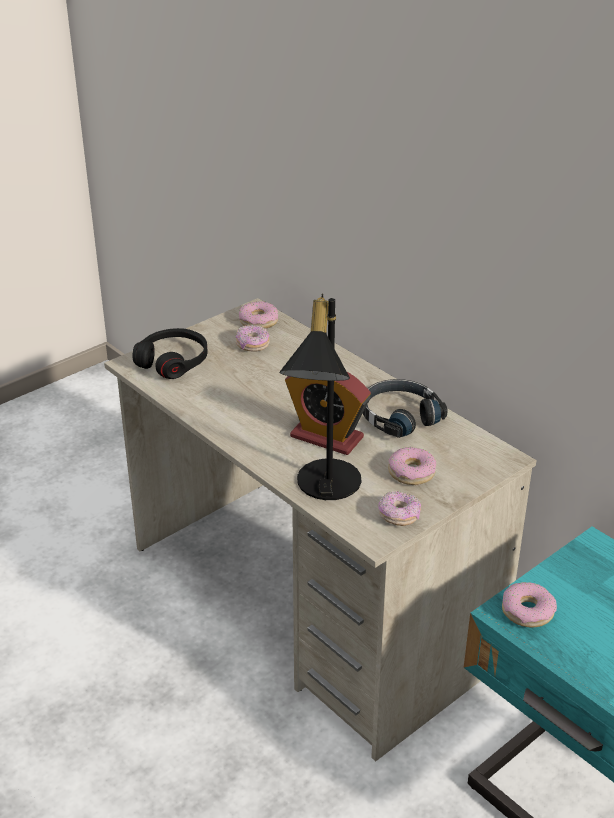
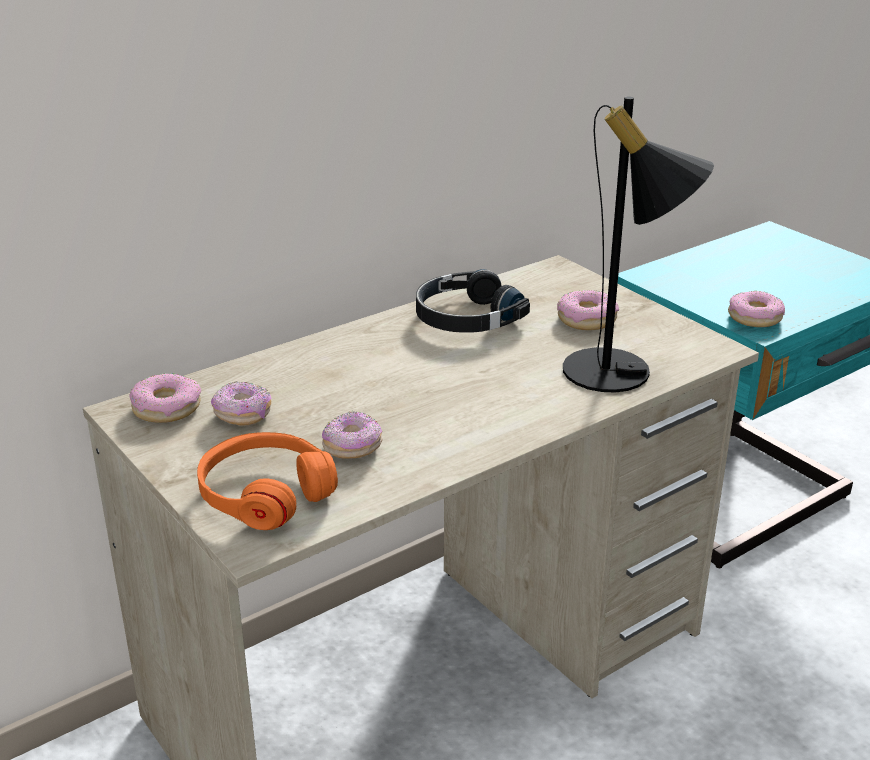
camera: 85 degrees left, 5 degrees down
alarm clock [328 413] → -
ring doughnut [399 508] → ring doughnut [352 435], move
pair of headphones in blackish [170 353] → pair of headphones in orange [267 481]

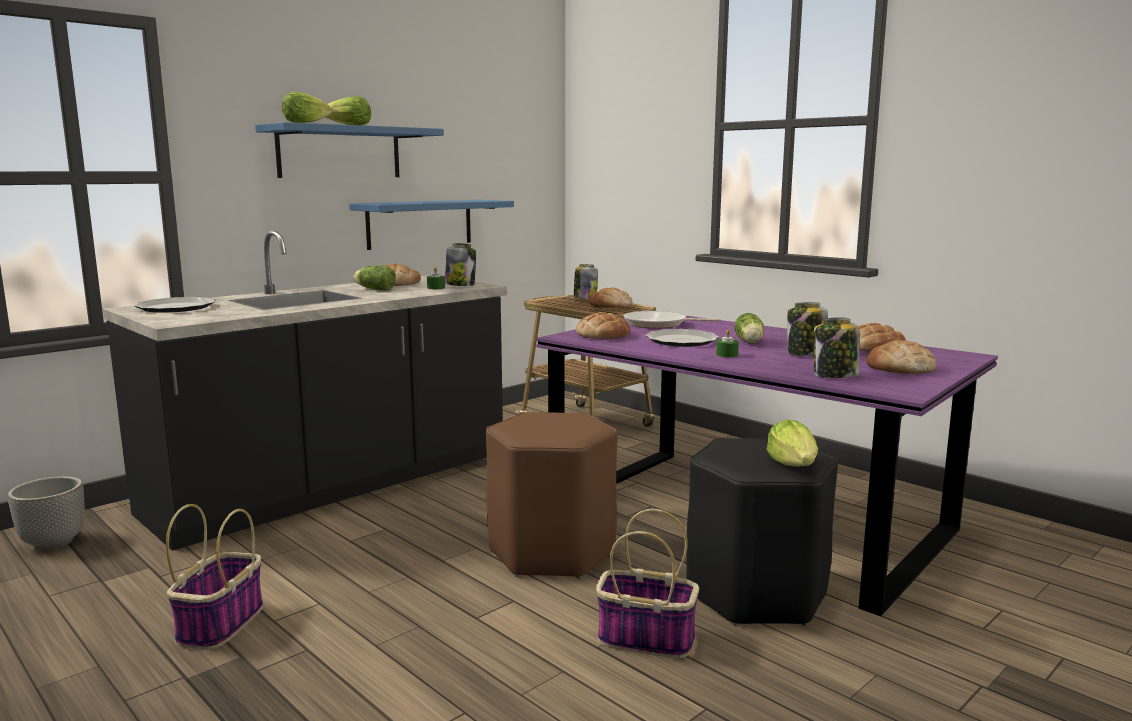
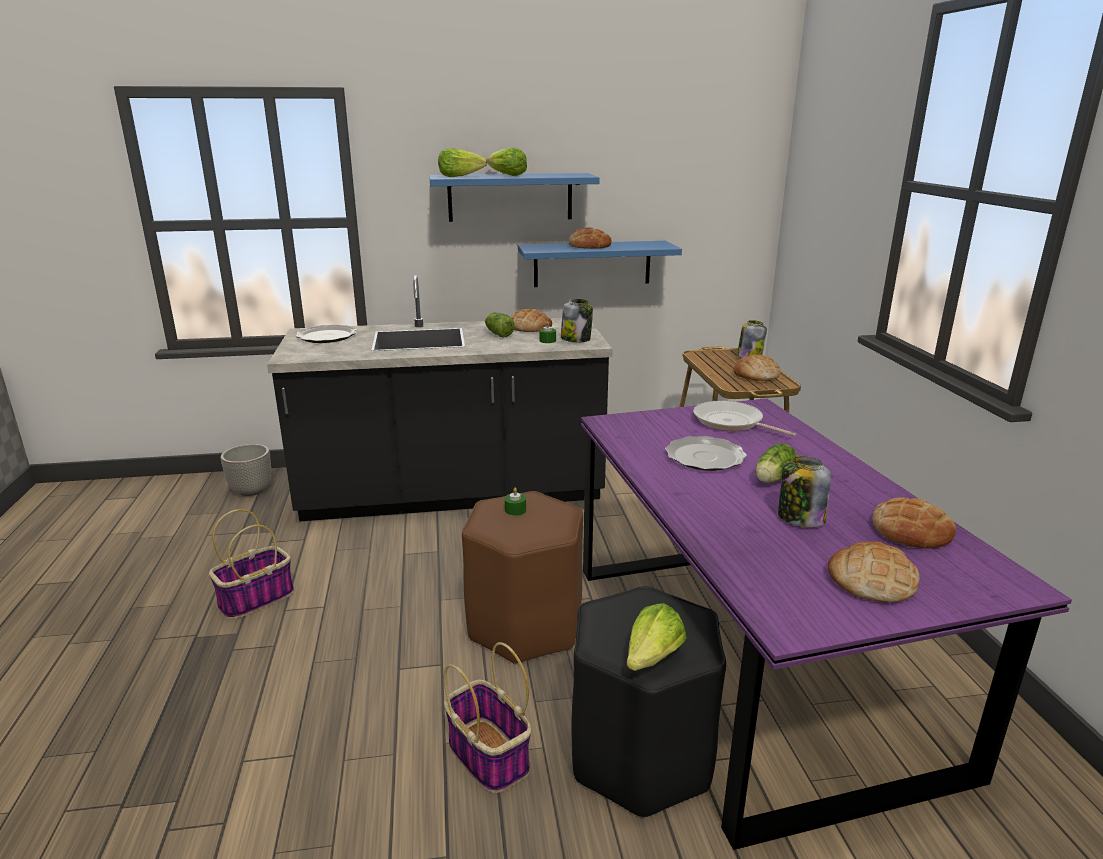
camera: 35 degrees right, 10 degrees up
storage jar [837 348] → -
bread [603 325] → bread [590 238], move
wax light in greenish [727 343] → wax light in greenish [515 502], move

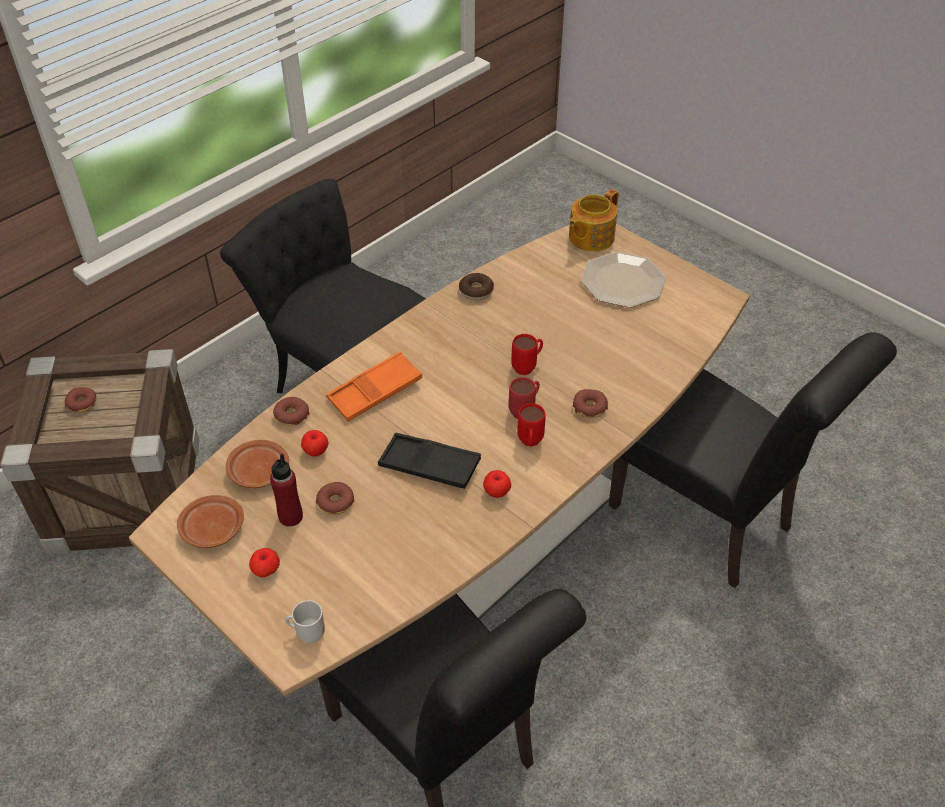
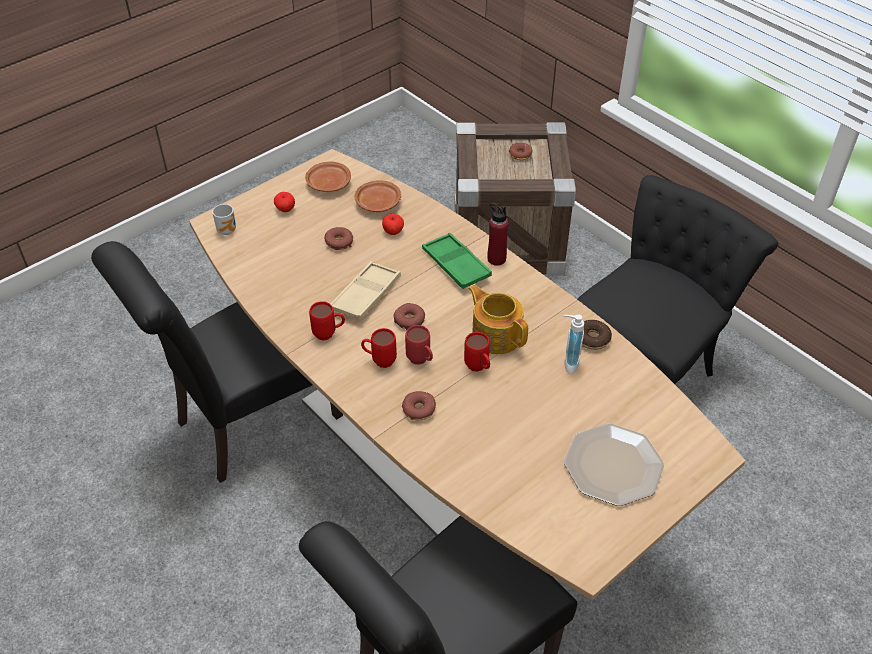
camera: 95 degrees right, 0 degrees up
- → liquid soap bottle [574 344]
bottle in red [286 490] → bottle in red [498 234], move
ring doughnut [291 411] → ring doughnut [409 316], move
pot for tea [594 220] → pot for tea [498 319], move
whole apple [497 484] → mug in red [327 320]
serving tray in orange [374 386] → serving tray in greenish [457 261]
serving tray in blackish [429 461] → serving tray in beige-coloured [365 290]

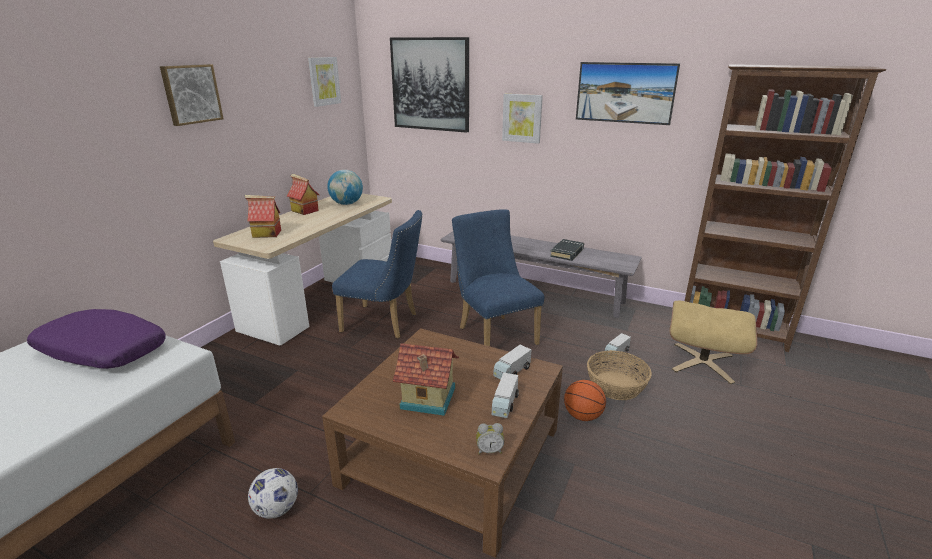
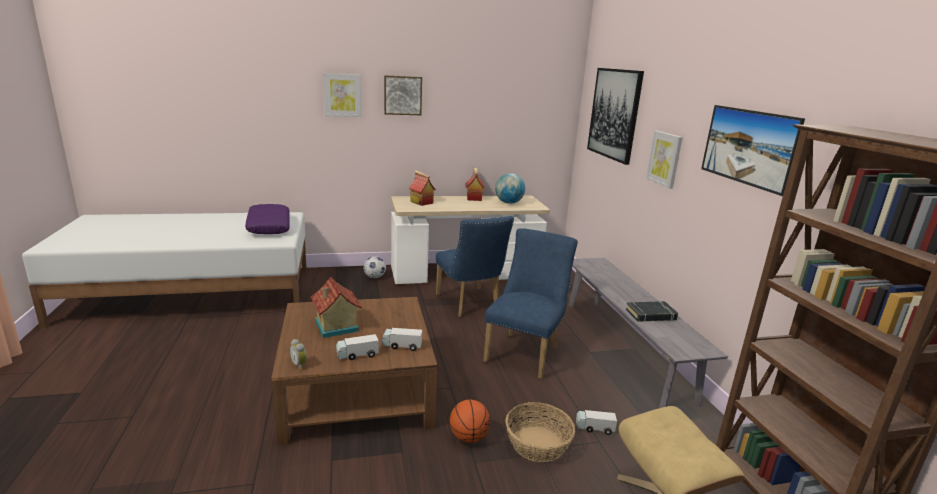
camera: 50 degrees right, 5 degrees down
football ball [273 493] → football ball [374 267], move
wall picture [324 82] → wall picture [342 95], move

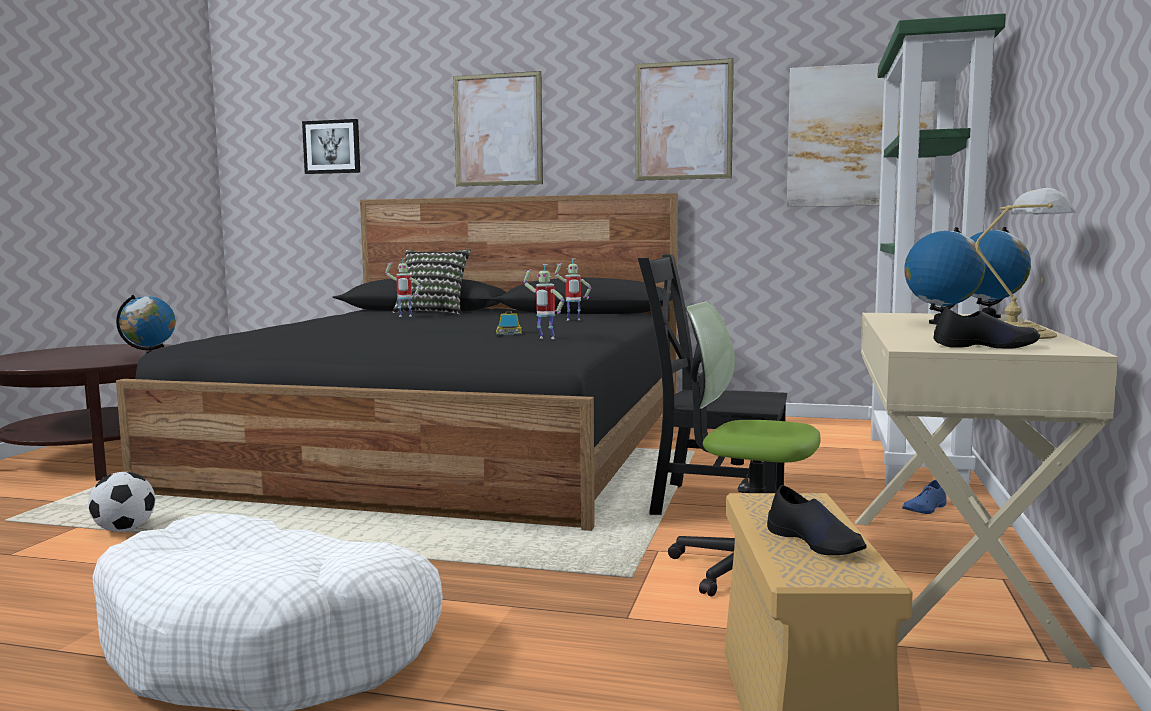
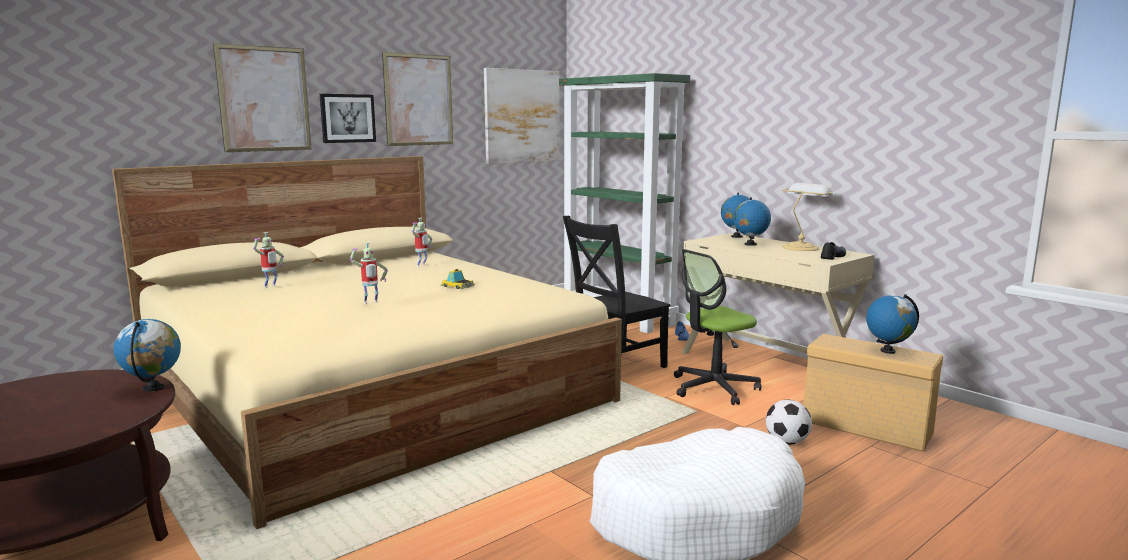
camera: 55 degrees left, 5 degrees up
cushion [432 282] → -
football ball [121 502] → football ball [789 422], move
wall picture [331 146] → wall picture [348 118], move
model robot [544 301] → model robot [369 273], move
item of footwear in blackish [816 520] → desk globe [892 324]
sleeping bed in blackish [397 362] → sleeping bed in beige-coloured [367 342]

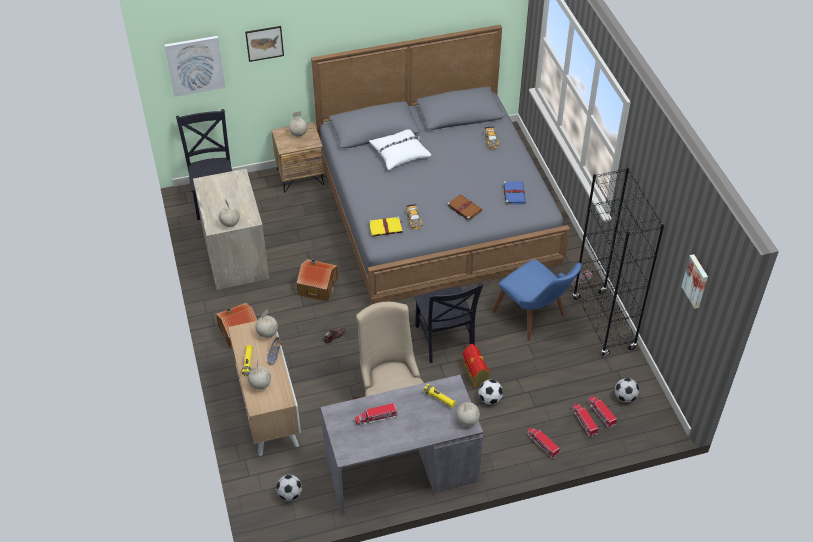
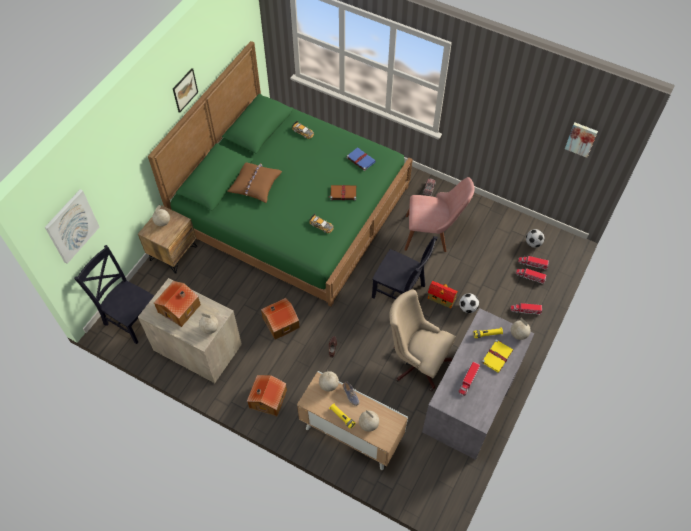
camera: 45 degrees left, 10 degrees up
football ball [289 488] → -
bookshelf in blackish [618 262] → -
- → model house [177 304]
wall picture [264 44] → wall picture [185 90], move
book in yellow-coloured [386 226] → book in yellow-coloured [497 356], move
sleeping bed in gray [440 164] → sleeping bed in greenish [280 174]
cushion in white [400 149] → cushion in brownish [255 182]
upright chair in blue-coloured [537 300] → upright chair in pinkish [439 214]

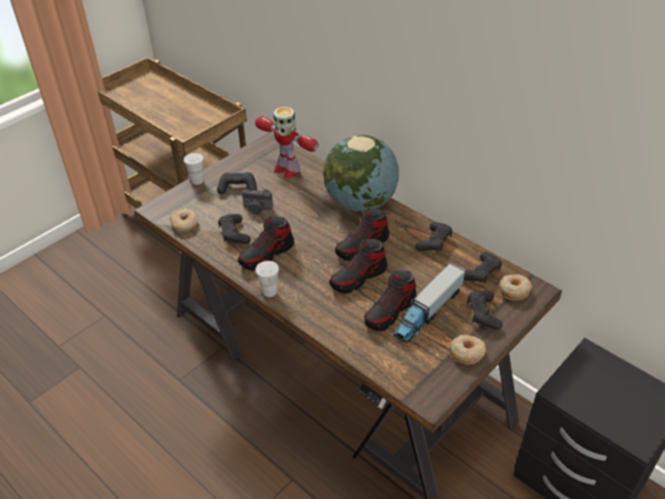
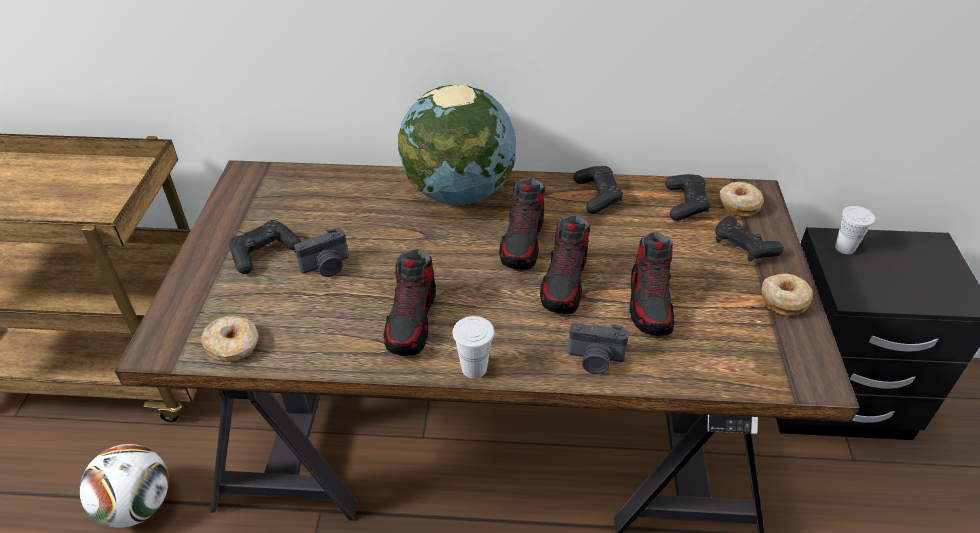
camera: 40 degrees left, 0 degrees up
gamepad in blackish [234 229] → -
model robot [287 142] → -
toy lorry [429 303] → -
- → football ball [124 486]
- → still camera [598 348]
drinking cup in white [194 169] → drinking cup in white [855 230], move

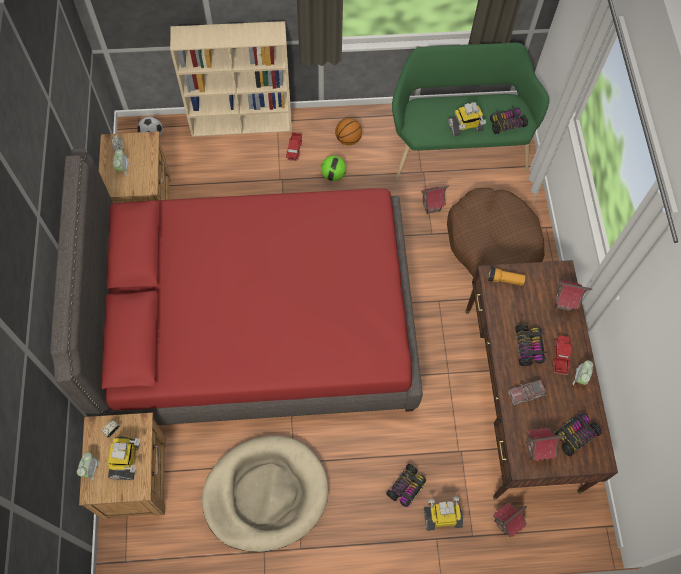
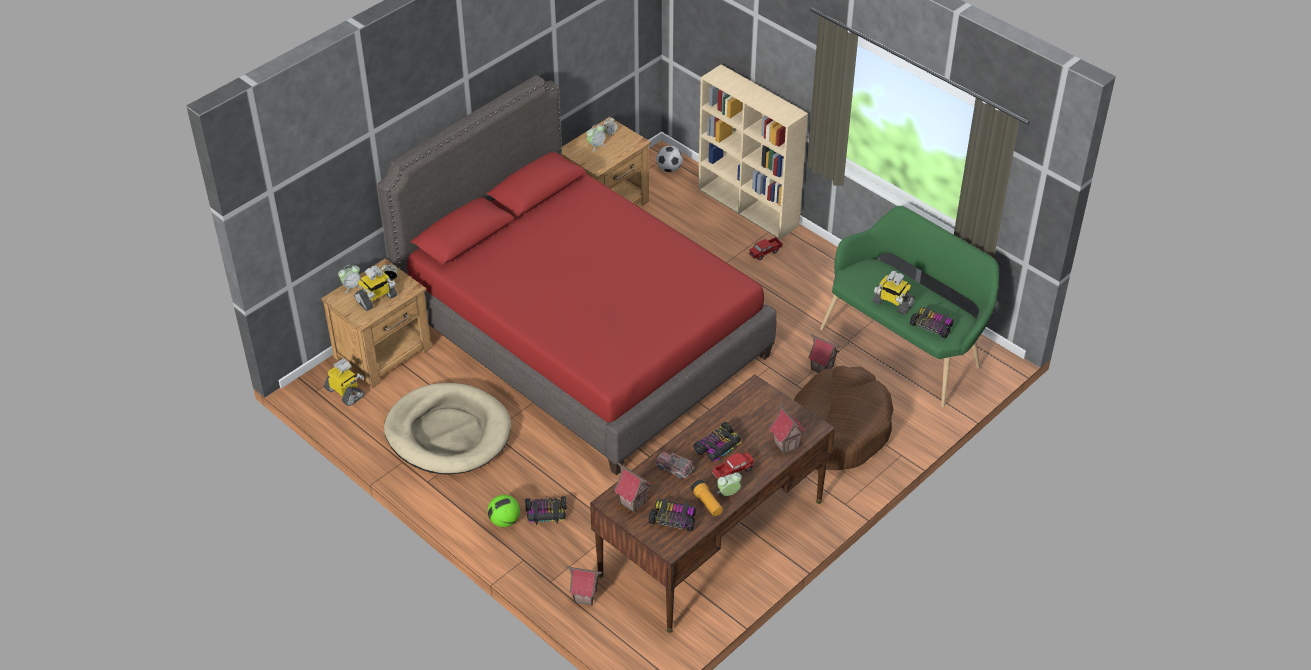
camera: 50 degrees right, 20 degrees down
basketball ball [348 131] → -
football ball [333 168] → football ball [504 511], move
model robot [443 514] → model robot [344 382], move
hand torch [507 276] → hand torch [707 498], move

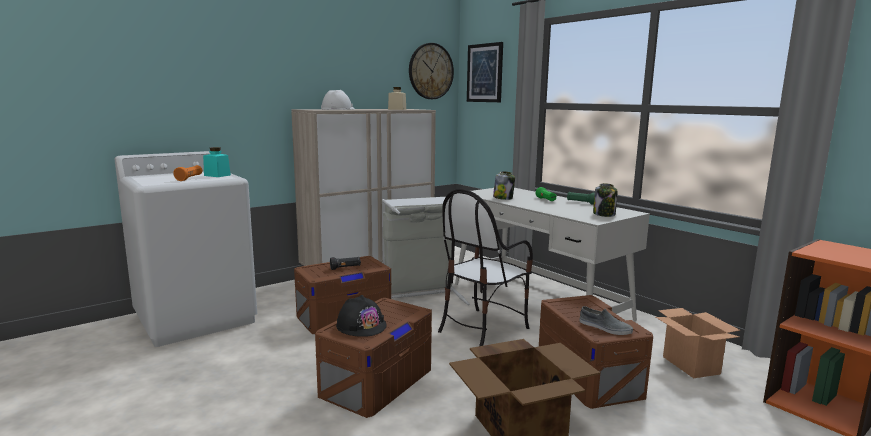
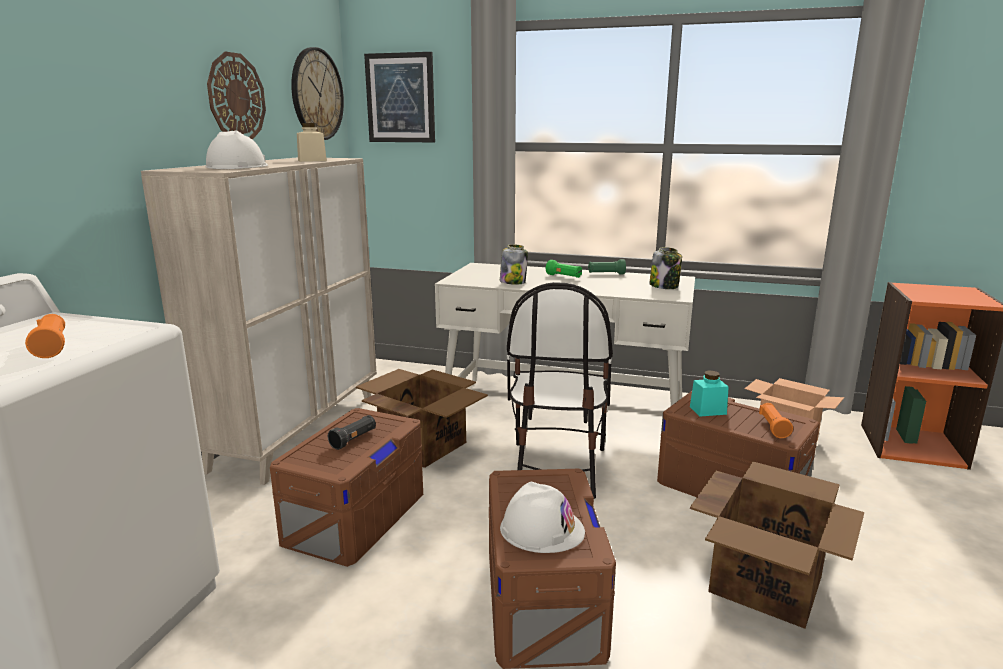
camera: 35 degrees left, 5 degrees up
- → wall clock [236 96]
storage jar in turquoise [217 162] → storage jar in turquoise [709 394], move
hamper in gray [425 251] → carton [422 418]
item of footwear in gray [606 320] → hand torch in orange [776 420]
hard hat in blackish [361 316] → hard hat in white [542 517]

